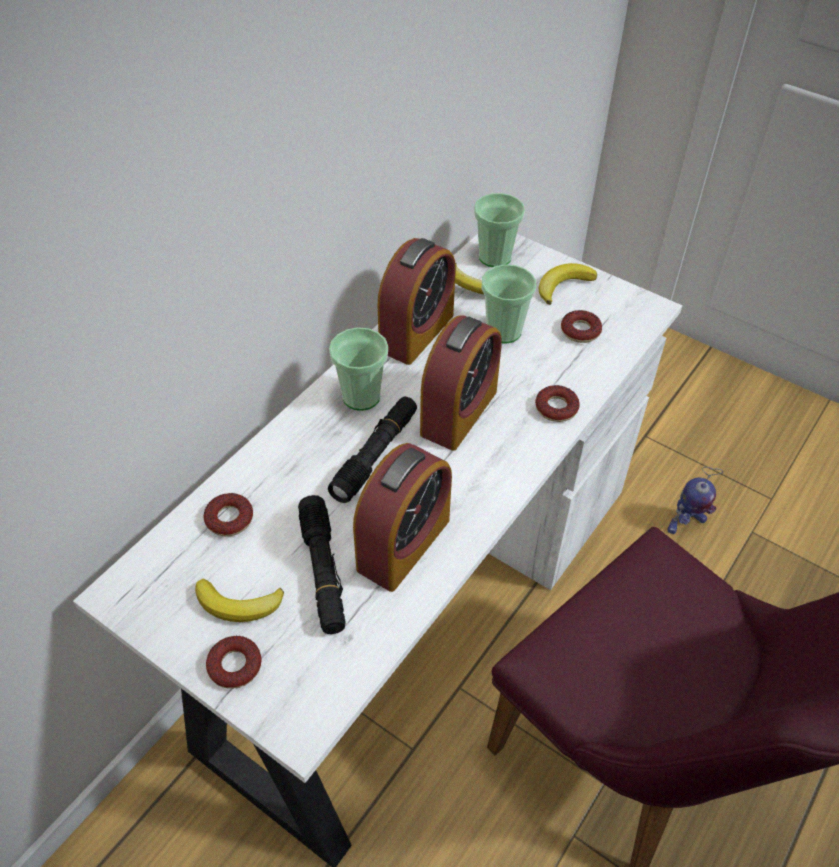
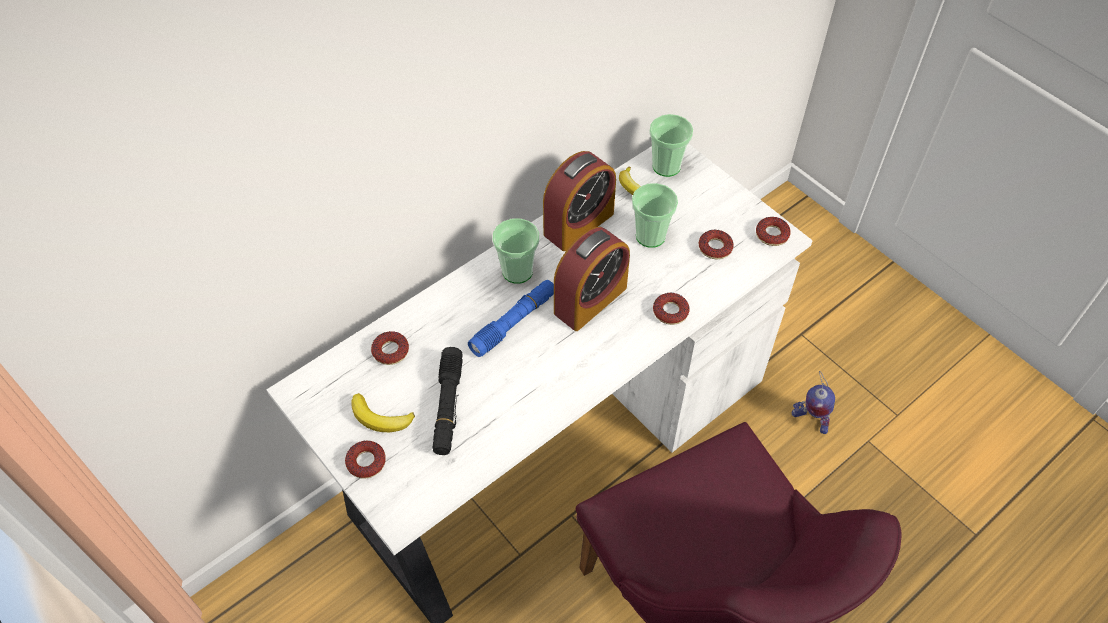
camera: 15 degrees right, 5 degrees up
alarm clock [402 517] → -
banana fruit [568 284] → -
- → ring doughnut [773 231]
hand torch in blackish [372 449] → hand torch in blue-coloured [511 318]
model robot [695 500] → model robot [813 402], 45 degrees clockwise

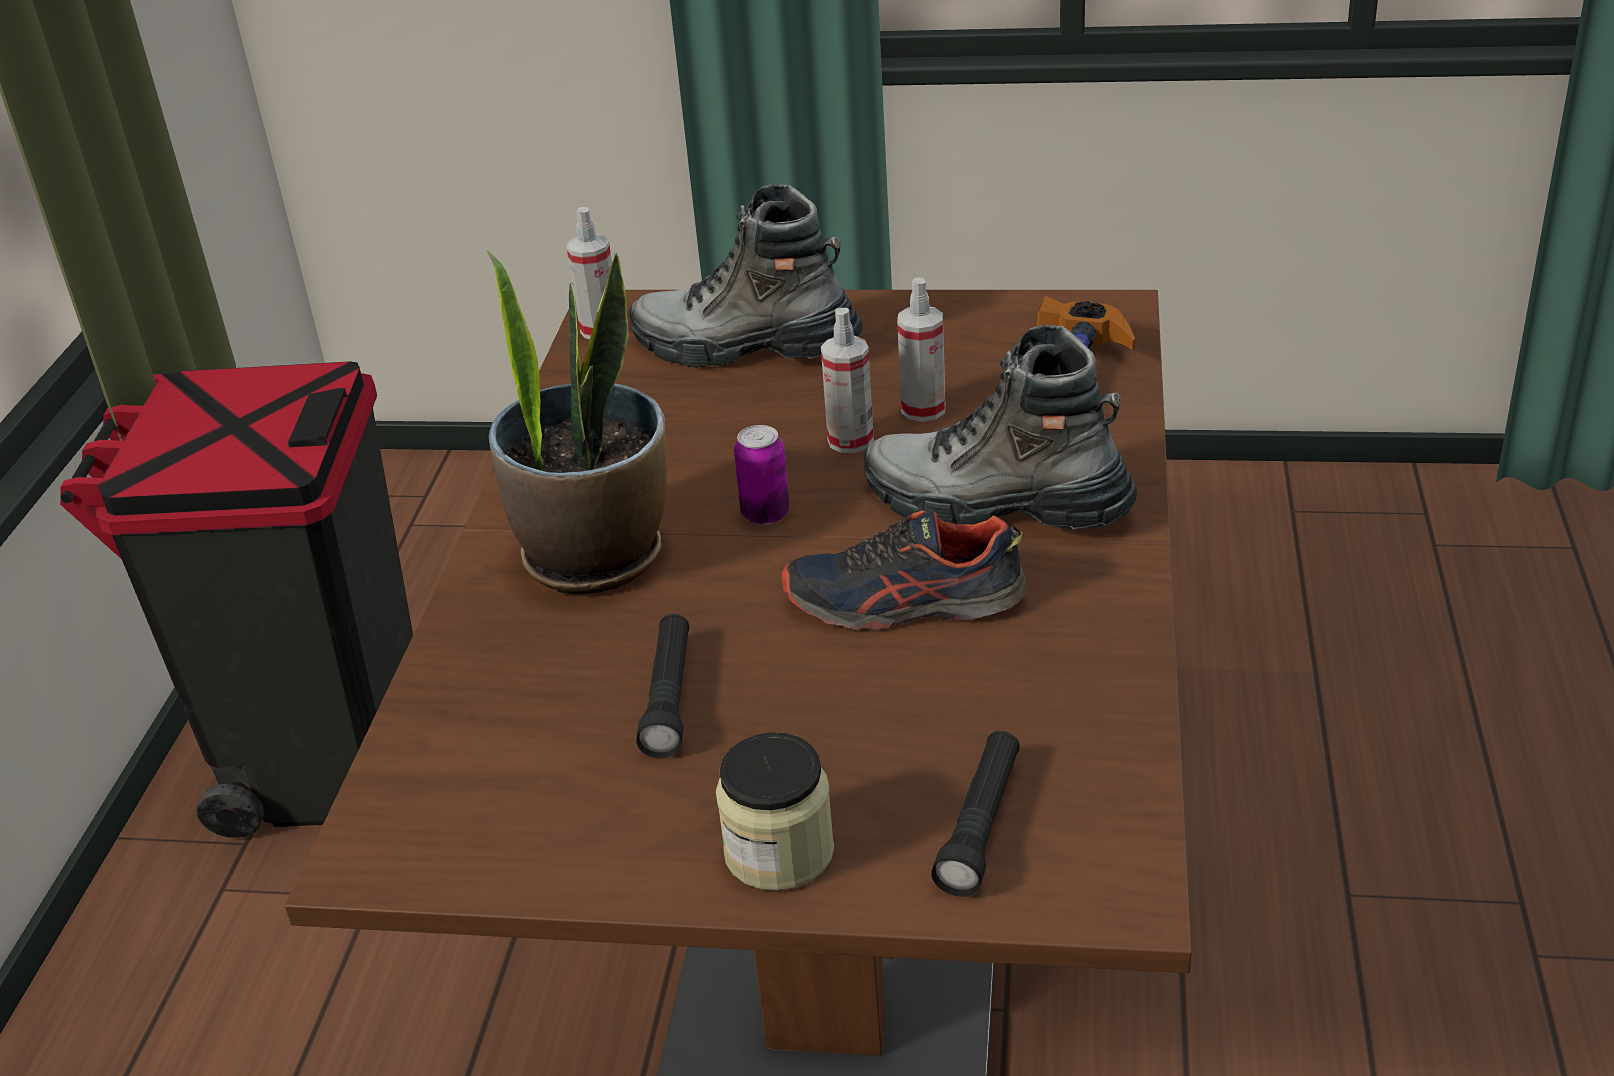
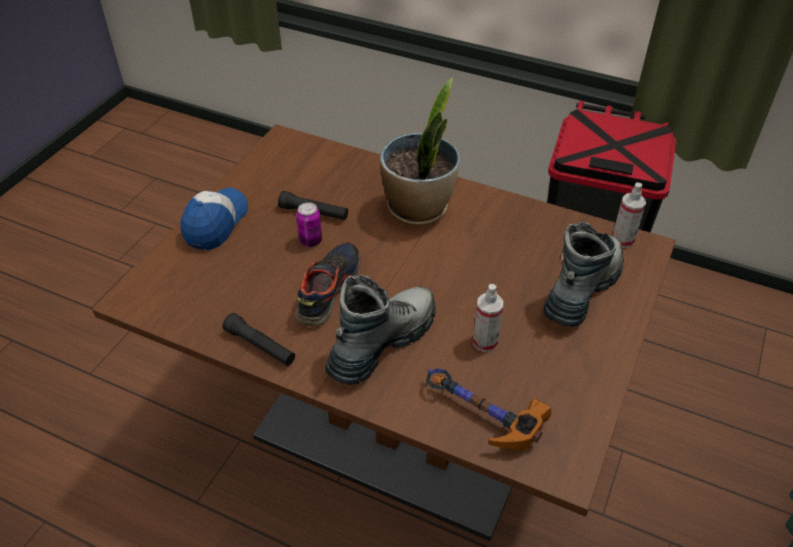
camera: 105 degrees right, 10 degrees up
hand sprayer [847 380] → -
sealed can [762 475] → sealed can [309 224], move
hand torch in blackish [975 814] → hand torch in blackish [259 339], move
storage jar [775 811] → cap [214 219]

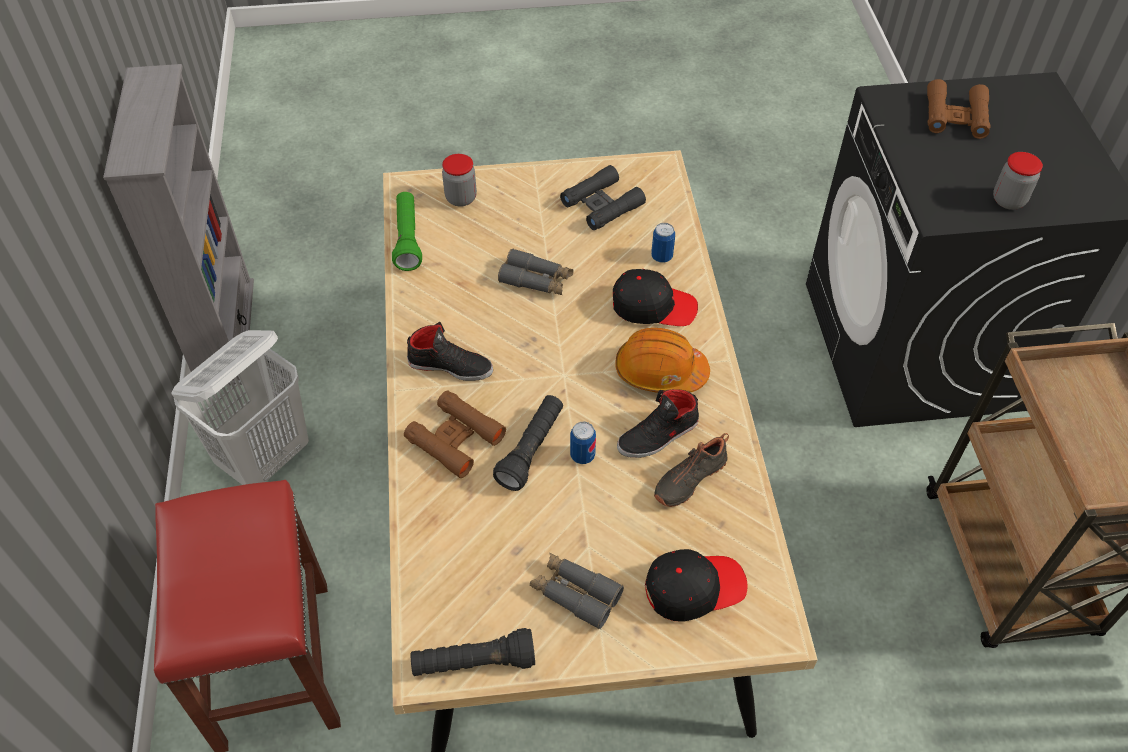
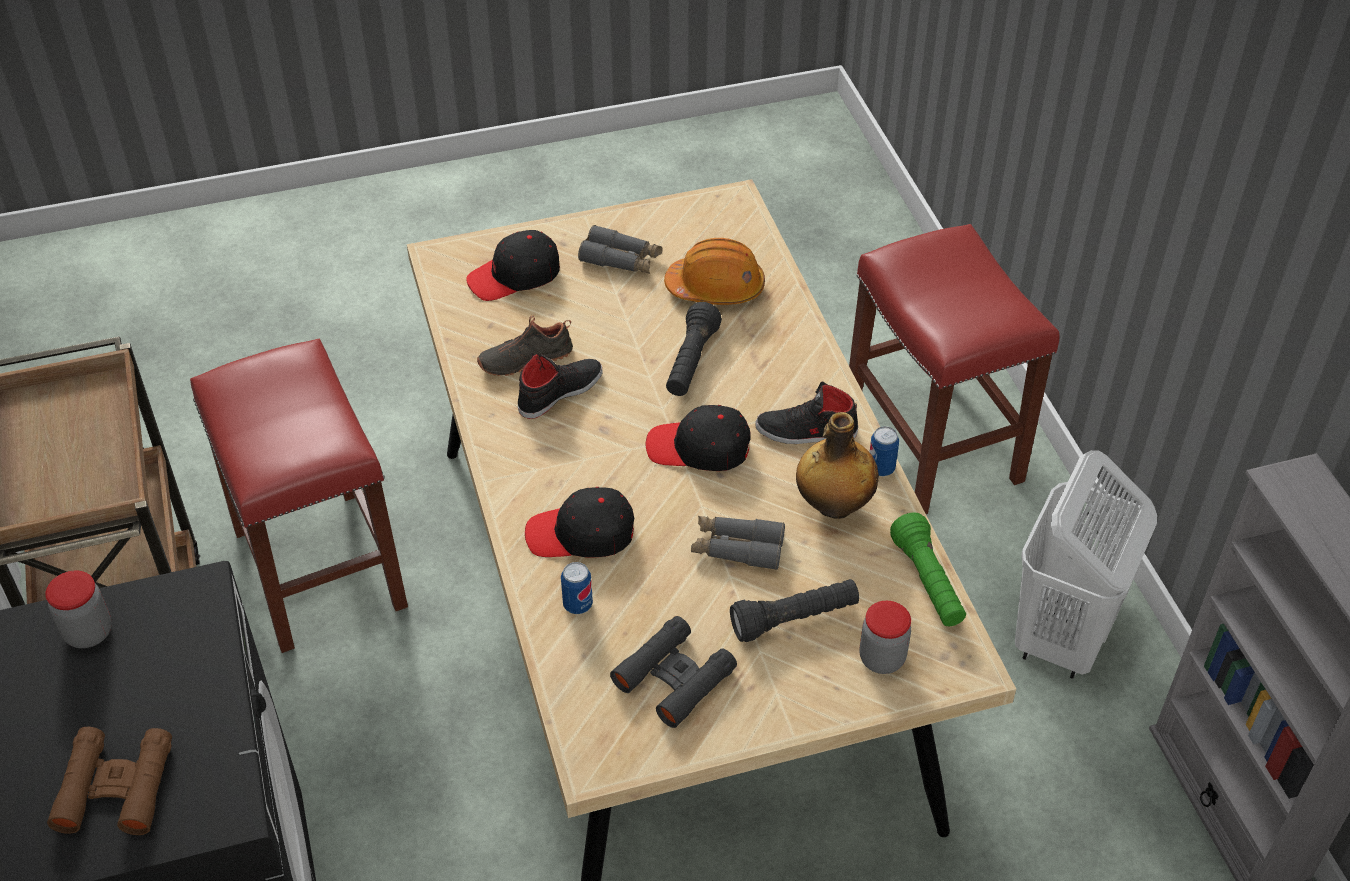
camera: 170 degrees right, 5 degrees down
pair of binoculars in brownish [455 434] → -
- → stool seat in red [299 496]
- → cap in blackish [698 438]
- → bottle [837 465]
hand torch in blackish [473 652] → hand torch in blackish [794 610], move
sealed can [583 443] → sealed can [884 451], move
hard hat in orange [662 360] → hard hat in orange [714 271], move
item of footwear in blackish [691 470] → item of footwear in blackish [525 345], 150 degrees counterclockwise

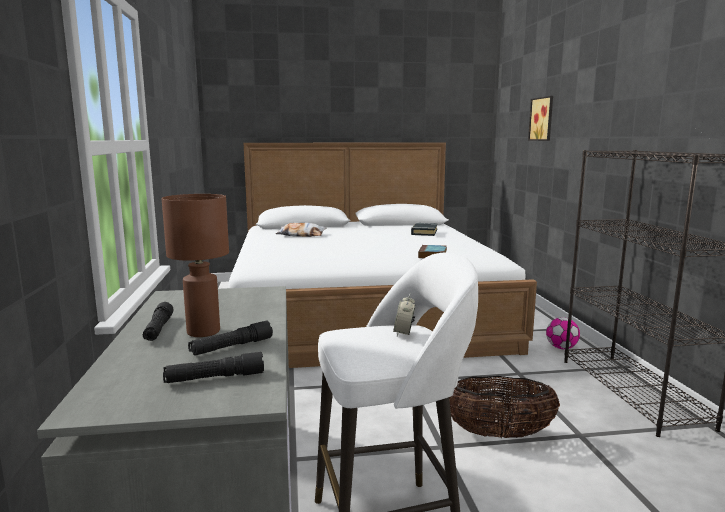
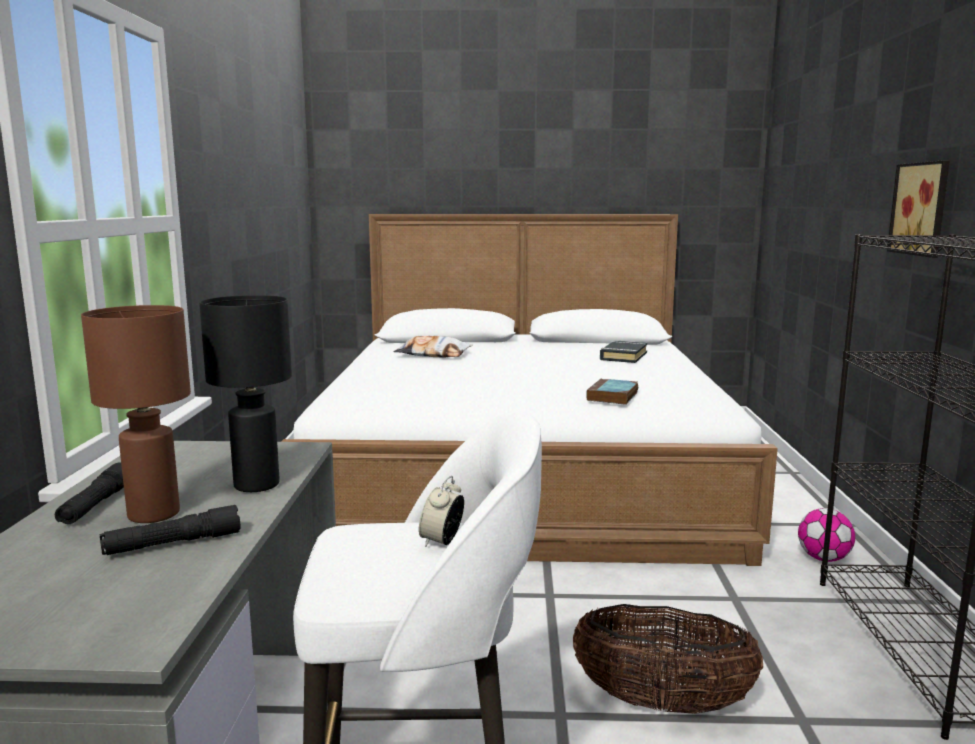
camera: 10 degrees right, 0 degrees up
hand torch in blackish [213 367] → -
- → table lamp in blackish [245 393]
wall picture [540 118] → wall picture [918 209], move

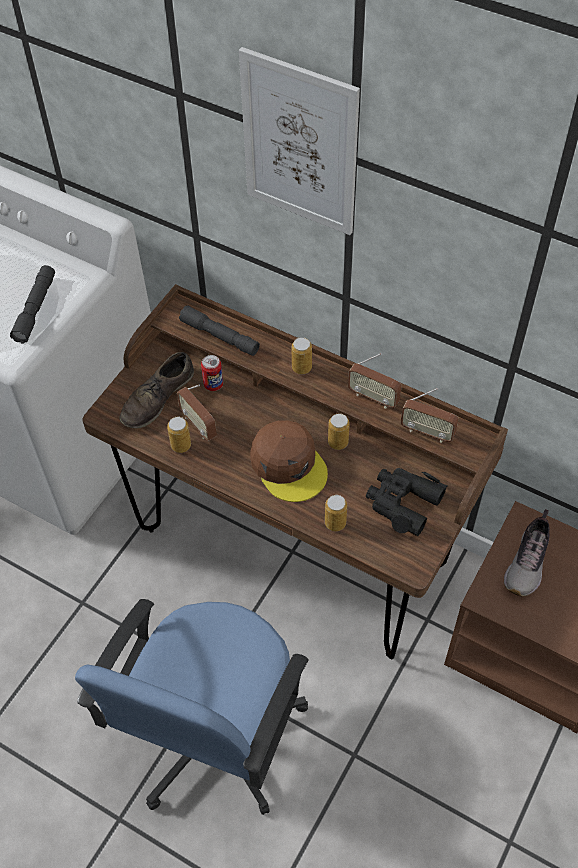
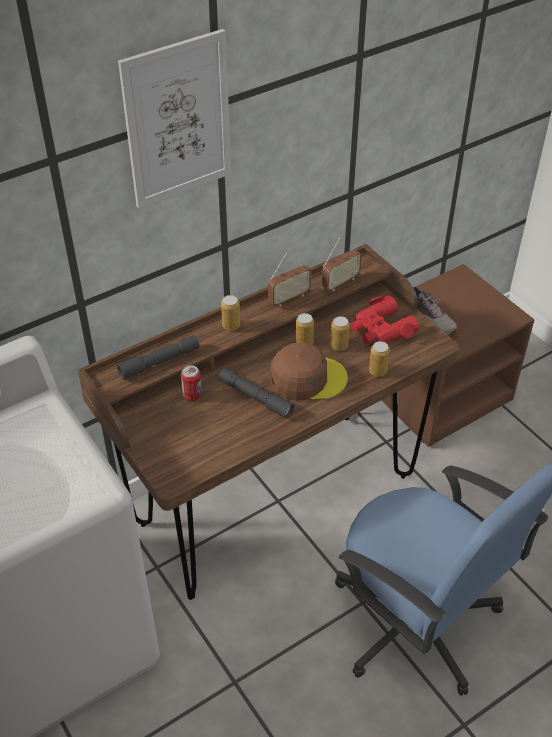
camera: 65 degrees left, 10 degrees down
item of footwear in brownish [156 390] → -
radio set [197 412] → -
hand torch in gray [32 304] → hand torch in gray [257 393], move
sealed can [179 435] → sealed can [340 333], move
pair of binoculars in blackish [406 502] → pair of binoculars in red [385 319]

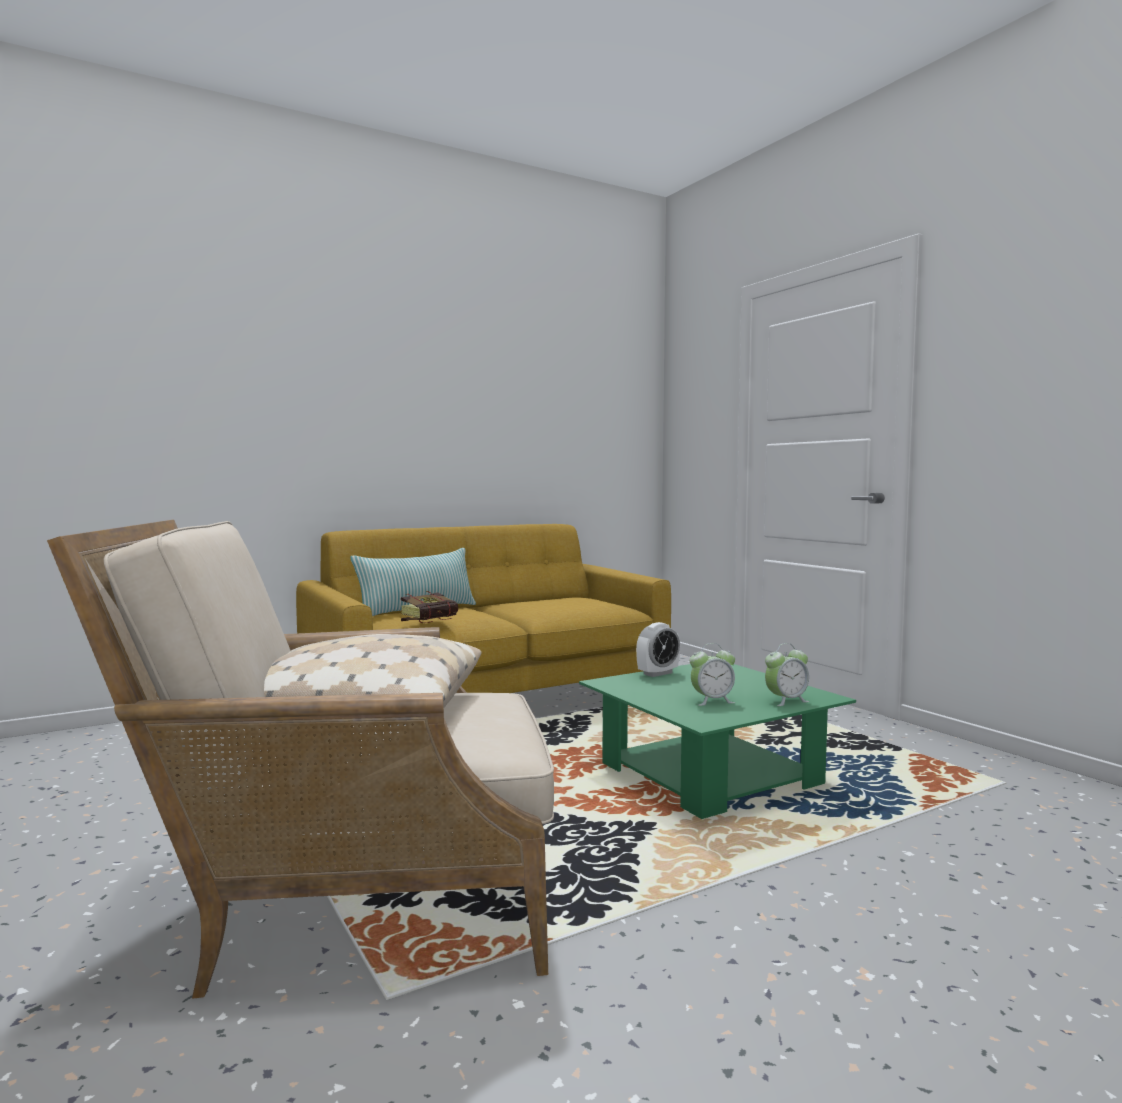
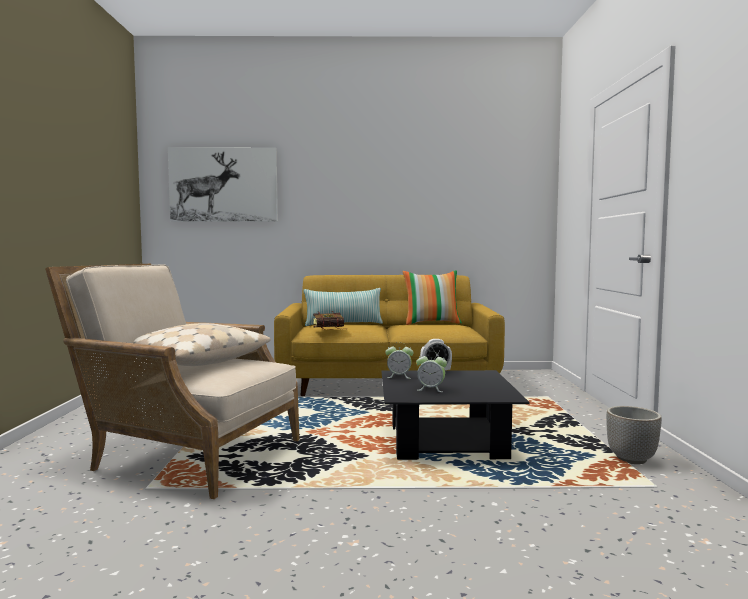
camera: 30 degrees right, 0 degrees up
- → wall picture [223 184]
- → cushion [432 297]
- → planter [634 435]
alarm clock [787 674] → alarm clock [399 360], move
coffee table in greenish [717 741] → coffee table in blackish [455 415]

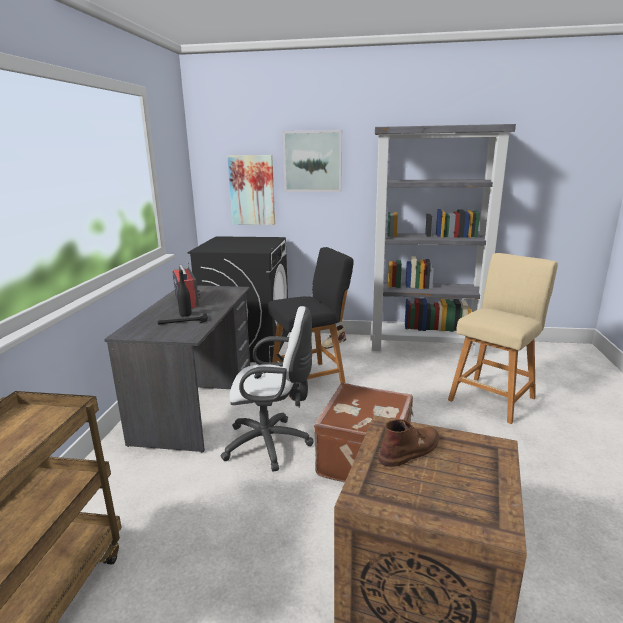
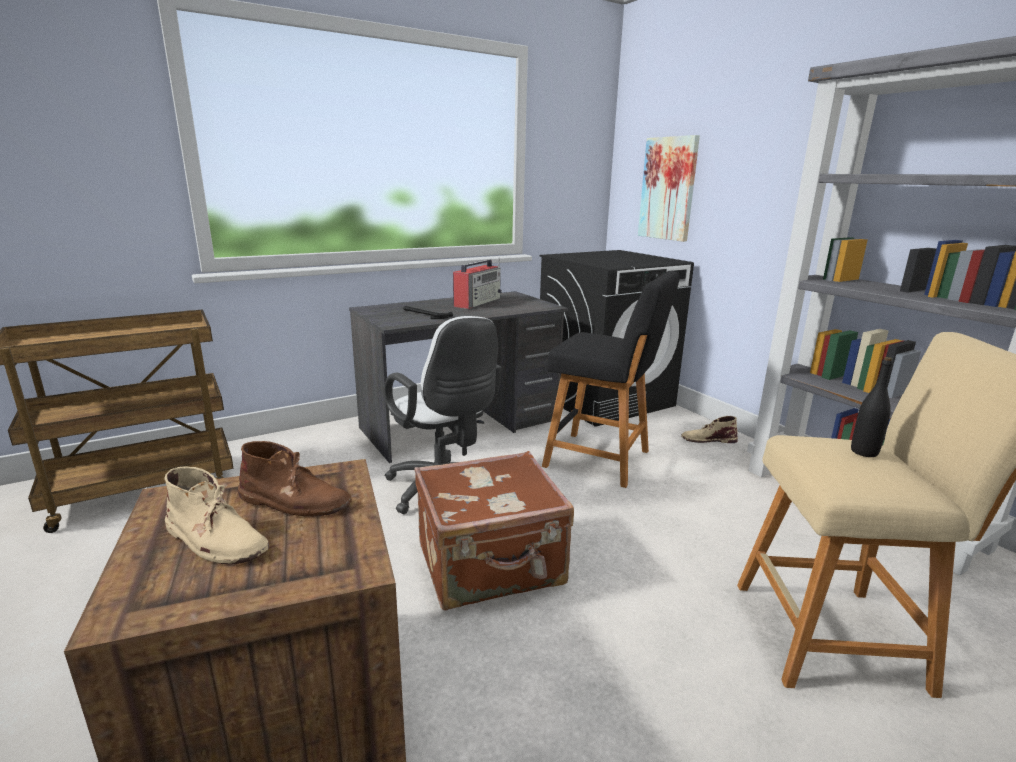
camera: 50 degrees right, 0 degrees up
wall picture [312 161] → -
- → boot in beige-coloured [216 515]
bottle in blackish [184 293] → bottle in blackish [872 407], move

